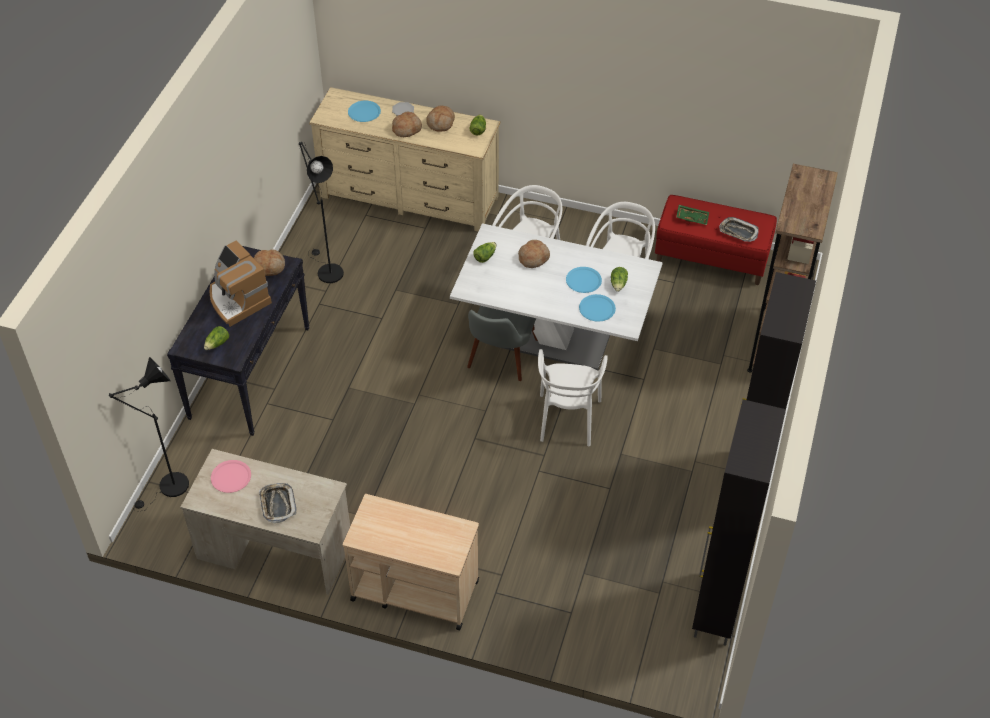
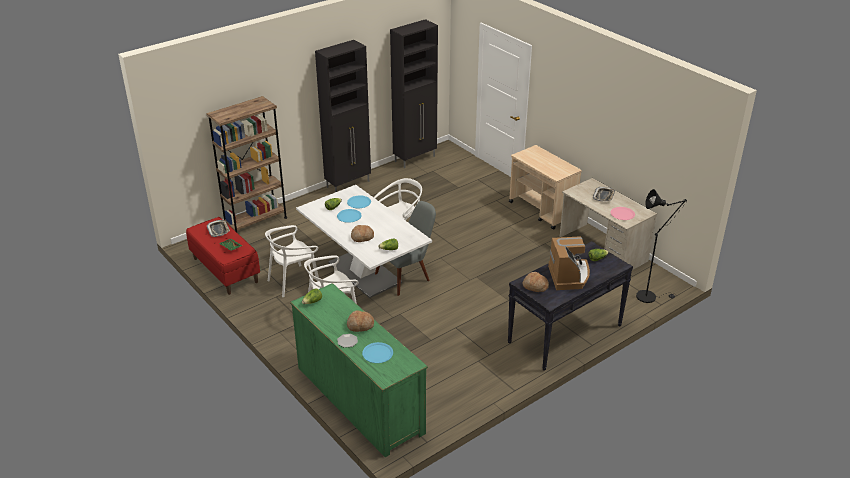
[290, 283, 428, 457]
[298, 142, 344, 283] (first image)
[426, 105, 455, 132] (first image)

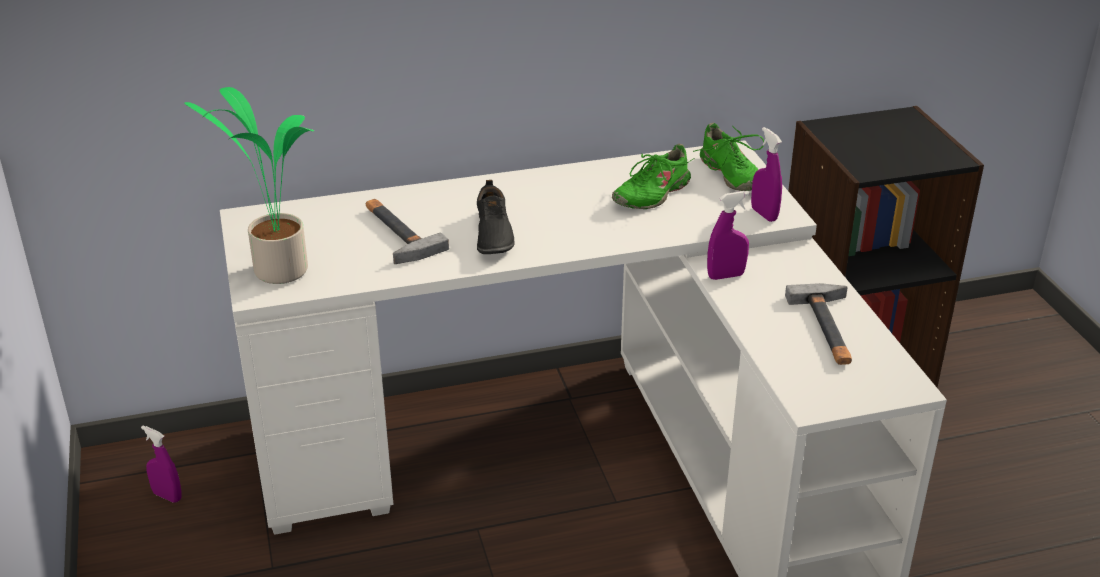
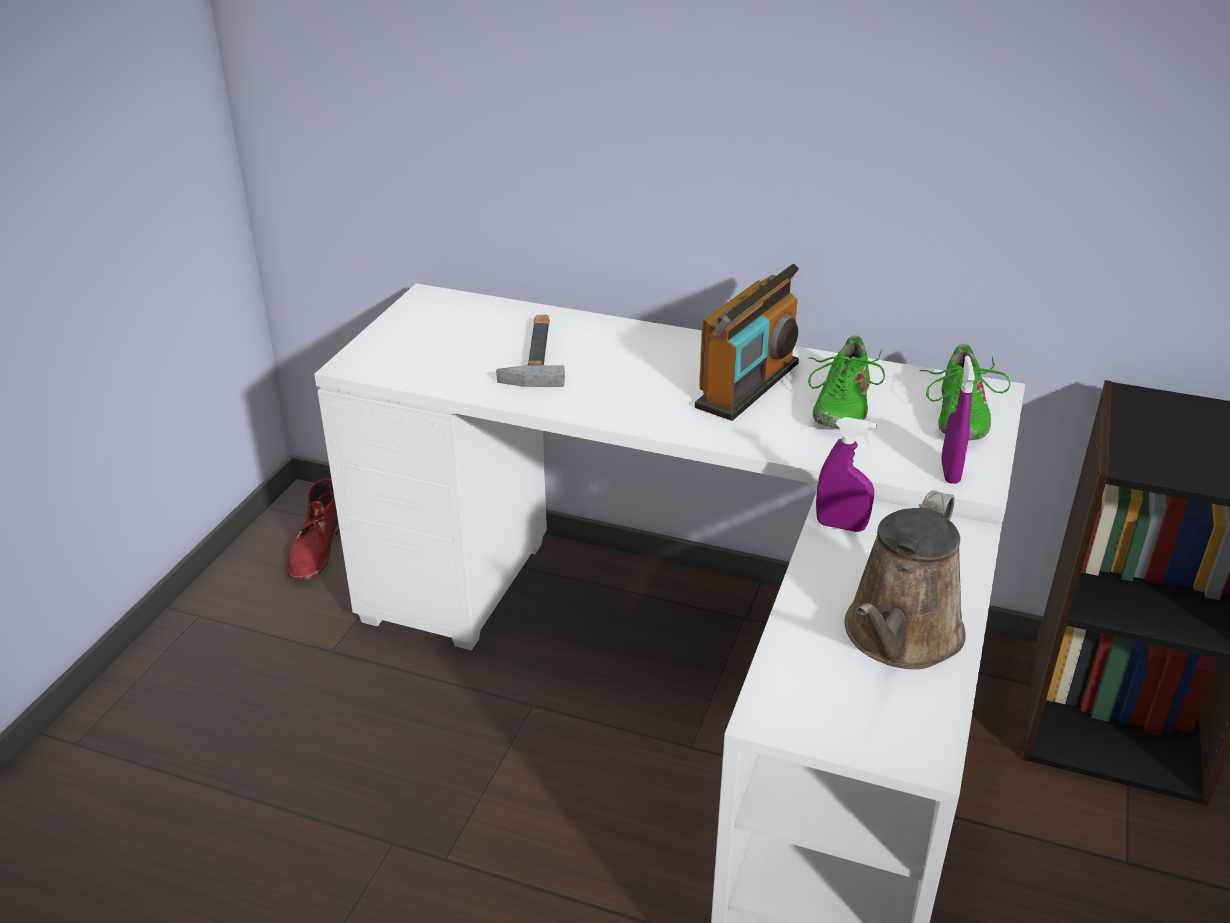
[286, 478, 340, 580]
[695, 263, 799, 421]
[808, 335, 885, 428]
[845, 490, 966, 669]
[184, 87, 314, 284] (first image)
[477, 180, 515, 254] (first image)

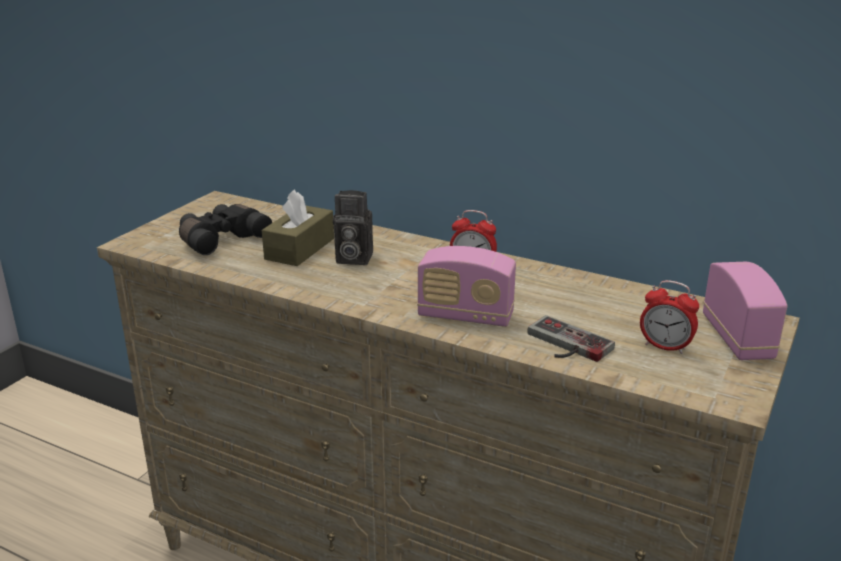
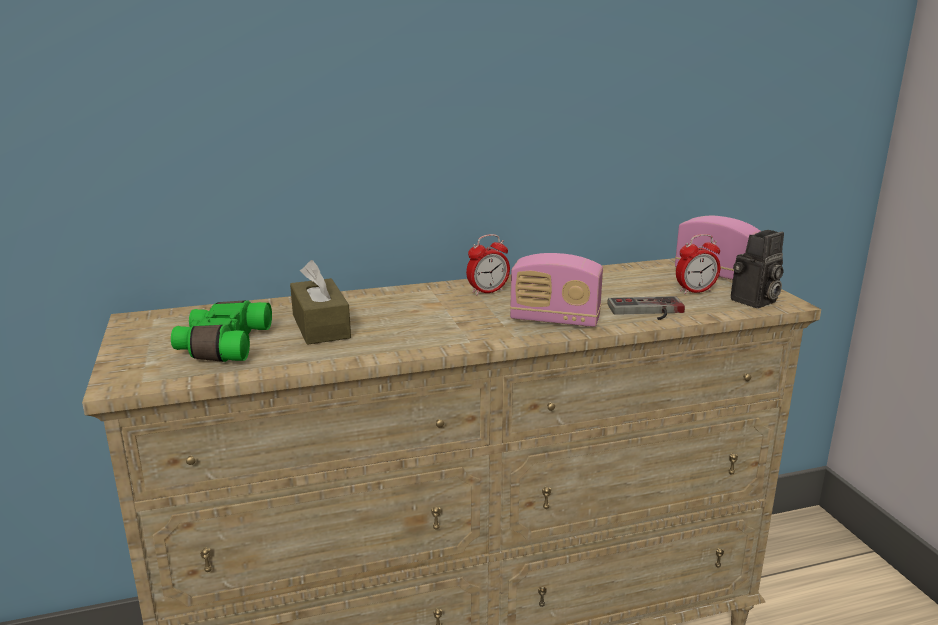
[171, 300, 272, 362]
[510, 253, 603, 327]
[731, 230, 784, 308]

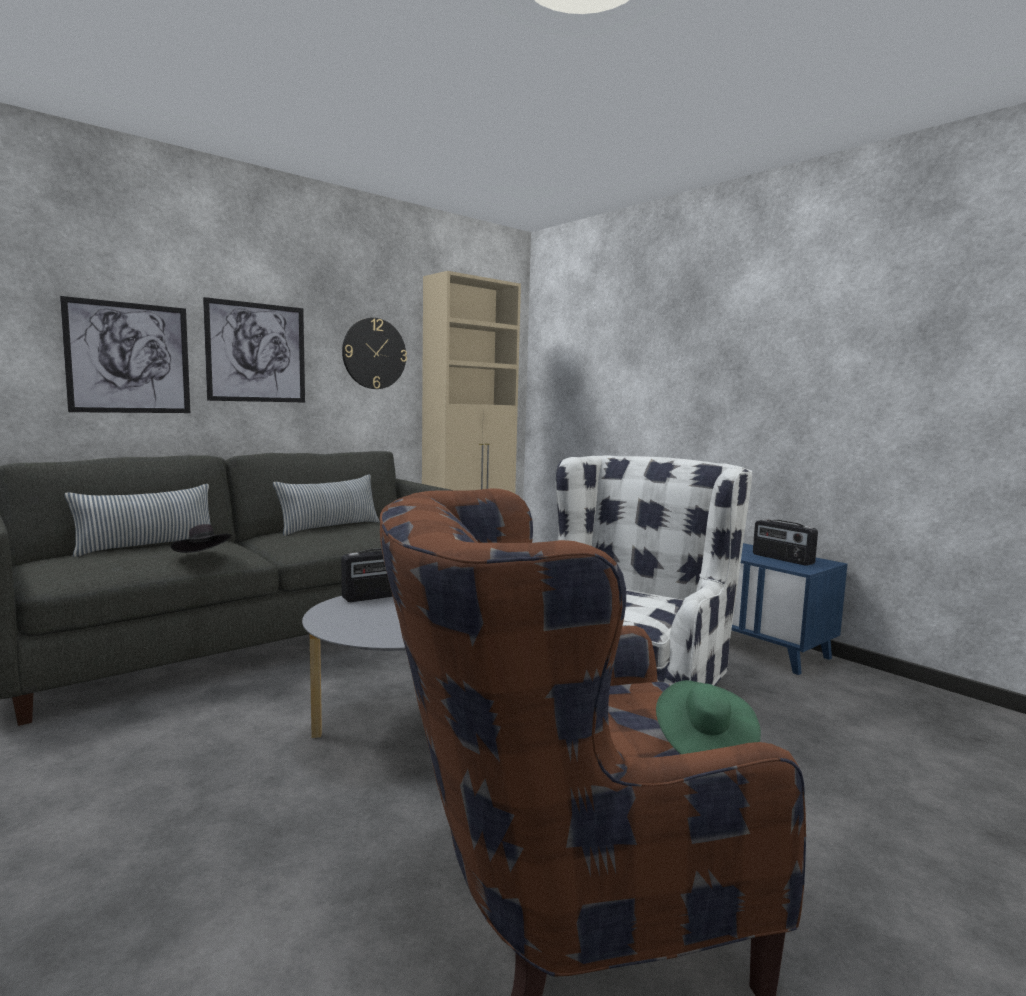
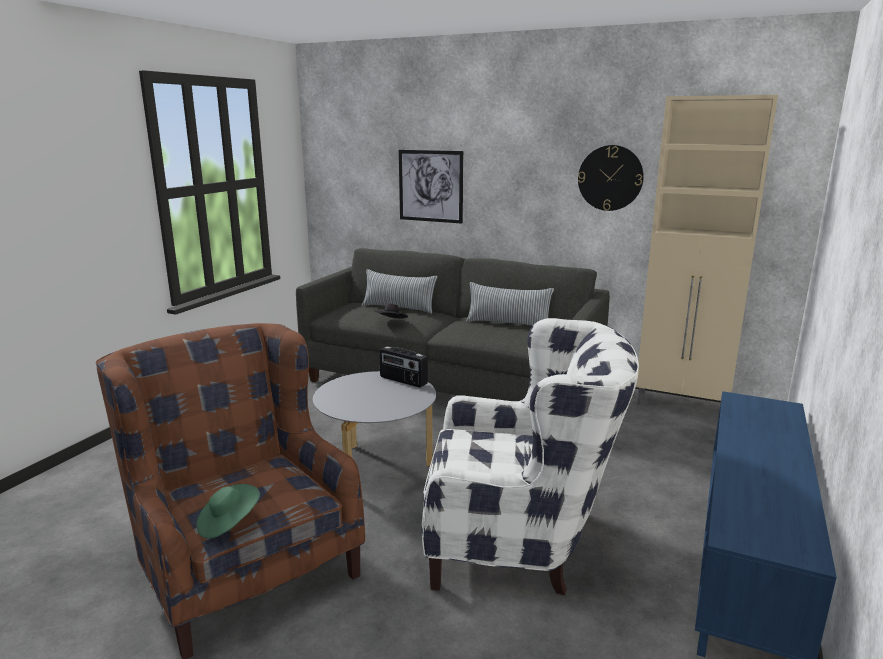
[203, 297, 305, 402] (first image)
[753, 519, 818, 566] (first image)

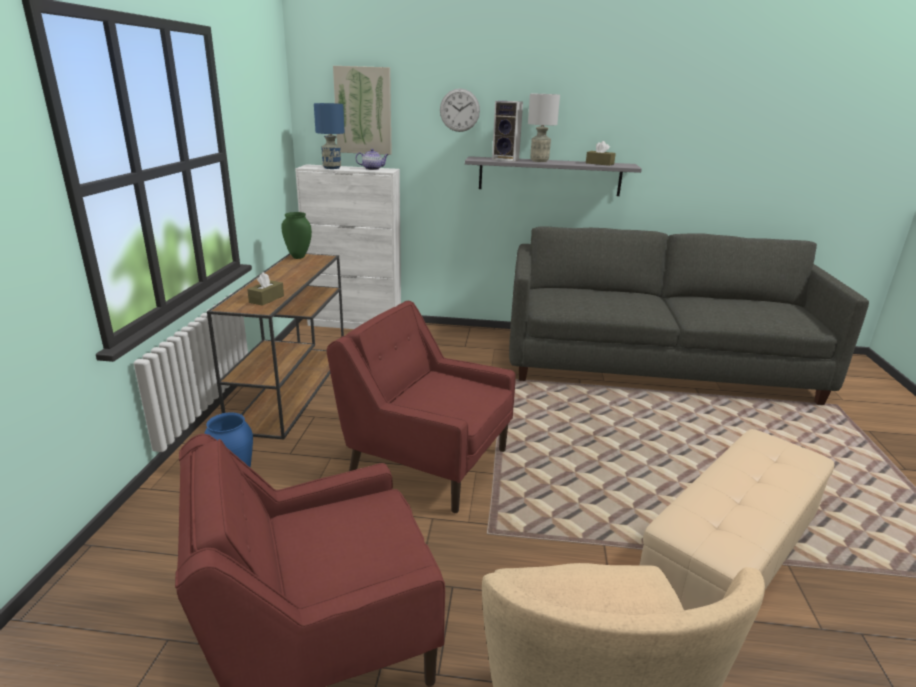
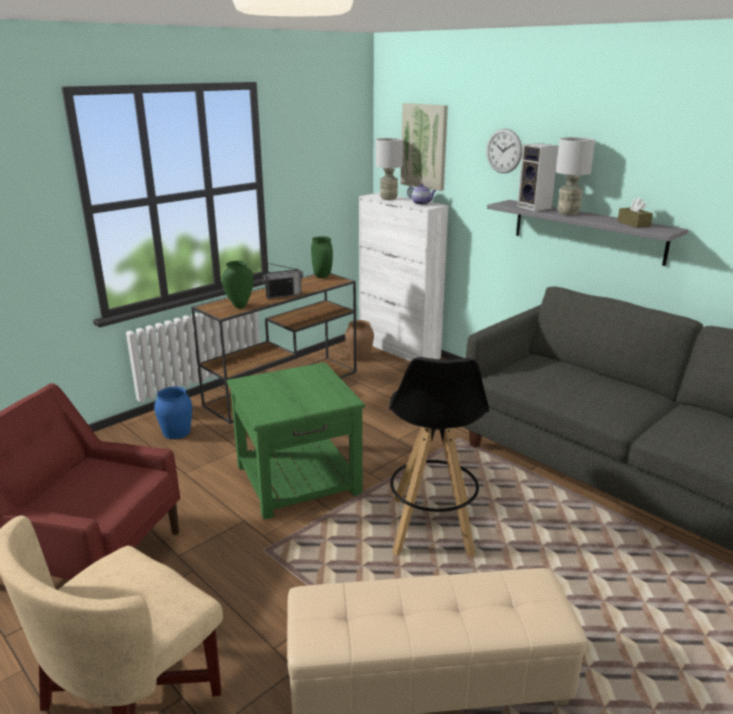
[222, 261, 254, 308]
[227, 362, 365, 520]
[262, 263, 303, 299]
[345, 320, 374, 361]
[376, 138, 403, 200]
[389, 357, 489, 558]

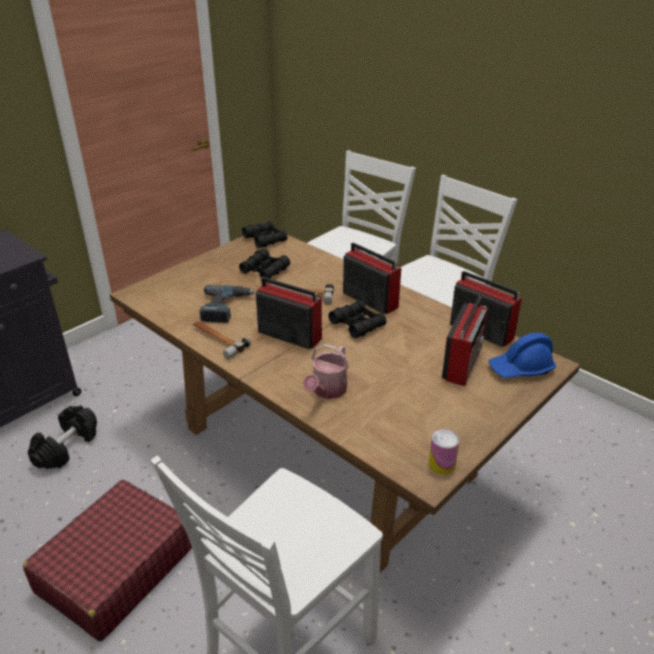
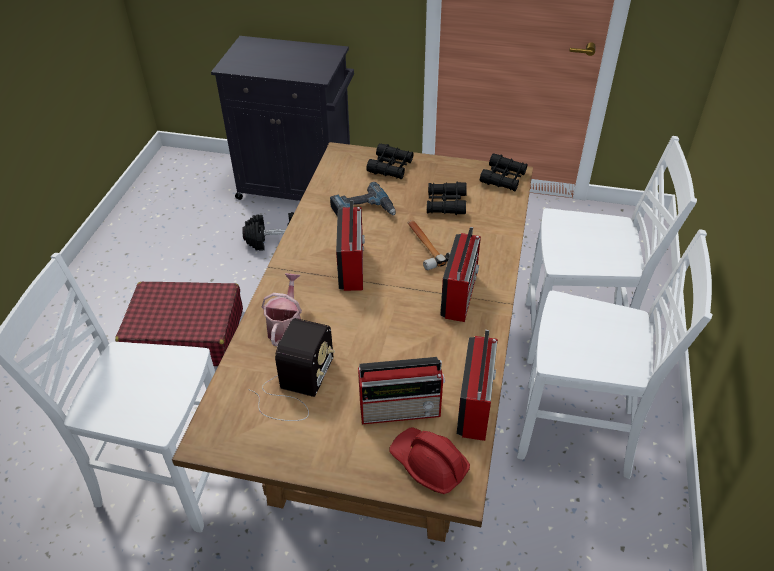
[250, 318, 335, 421]
[261, 273, 302, 346]
[366, 144, 413, 179]
[390, 427, 470, 494]
[192, 321, 251, 359] (first image)
[429, 429, 459, 474] (first image)

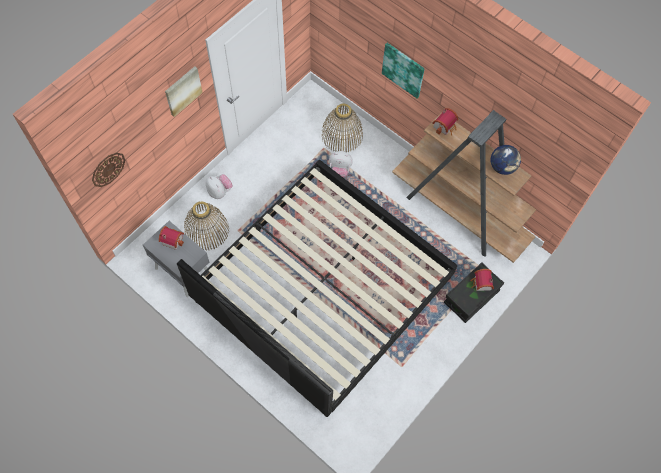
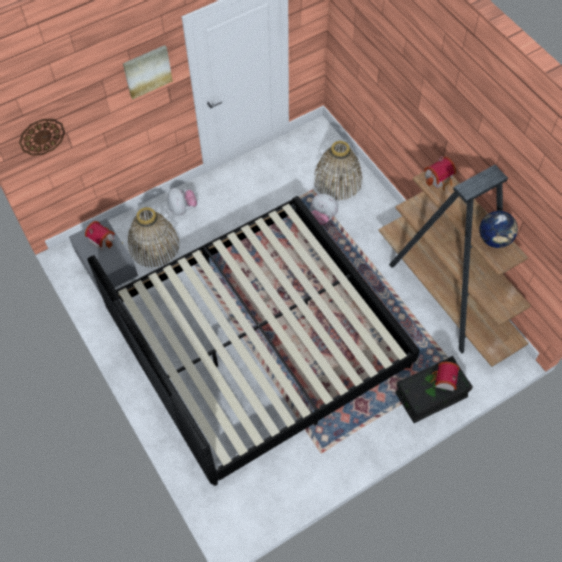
[382, 43, 425, 99] (first image)

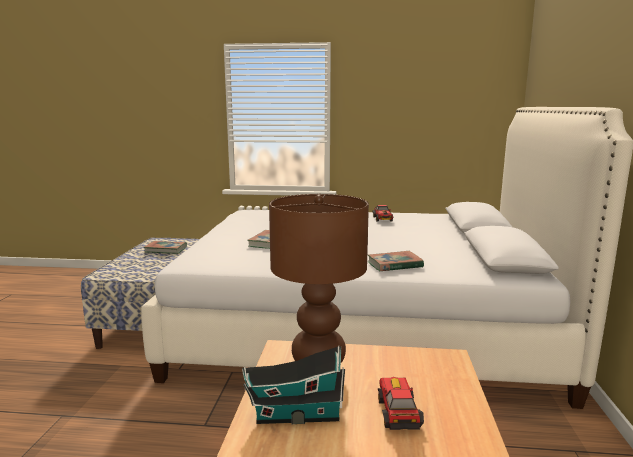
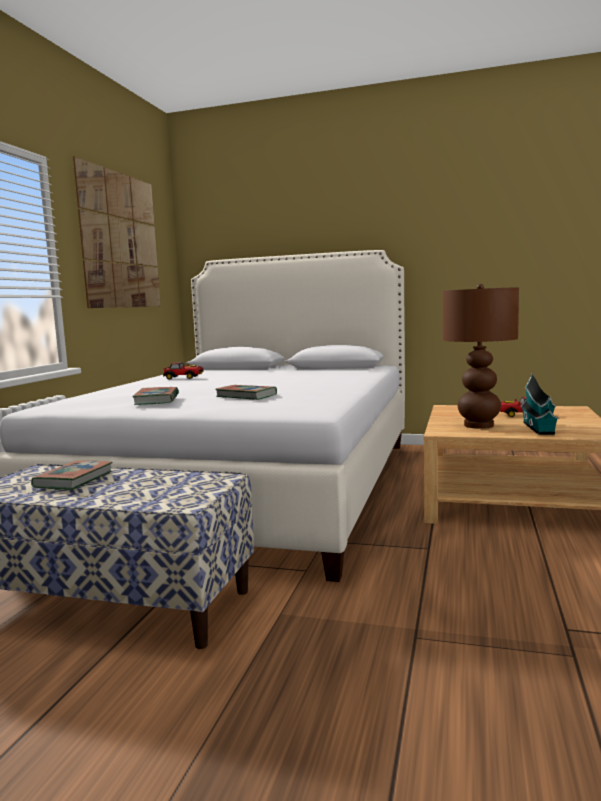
[73, 156, 161, 308]
[132, 387, 179, 405]

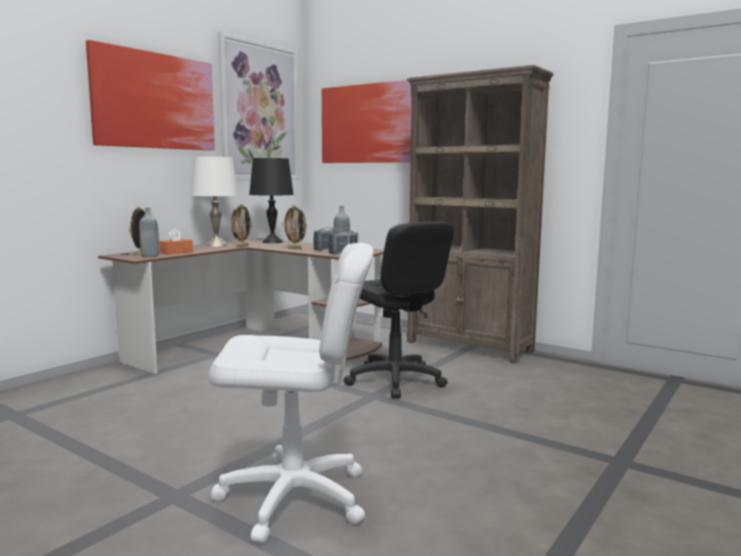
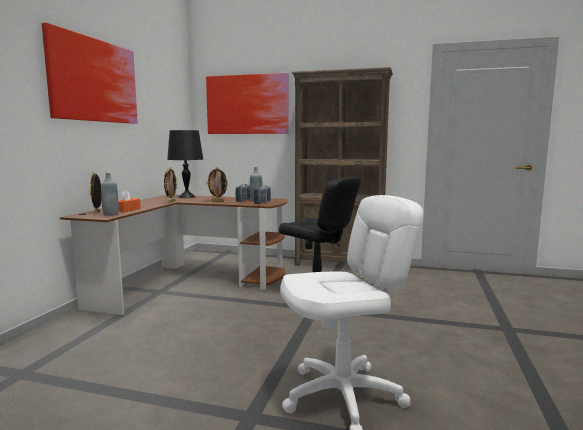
[191, 157, 239, 247] (first image)
[218, 31, 299, 180] (first image)

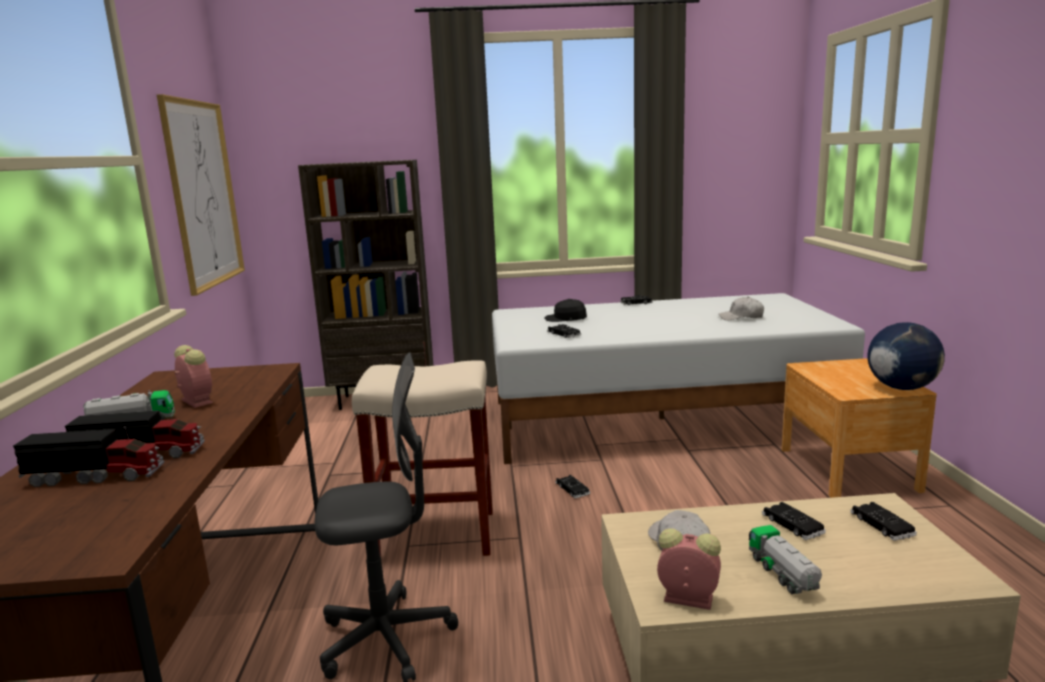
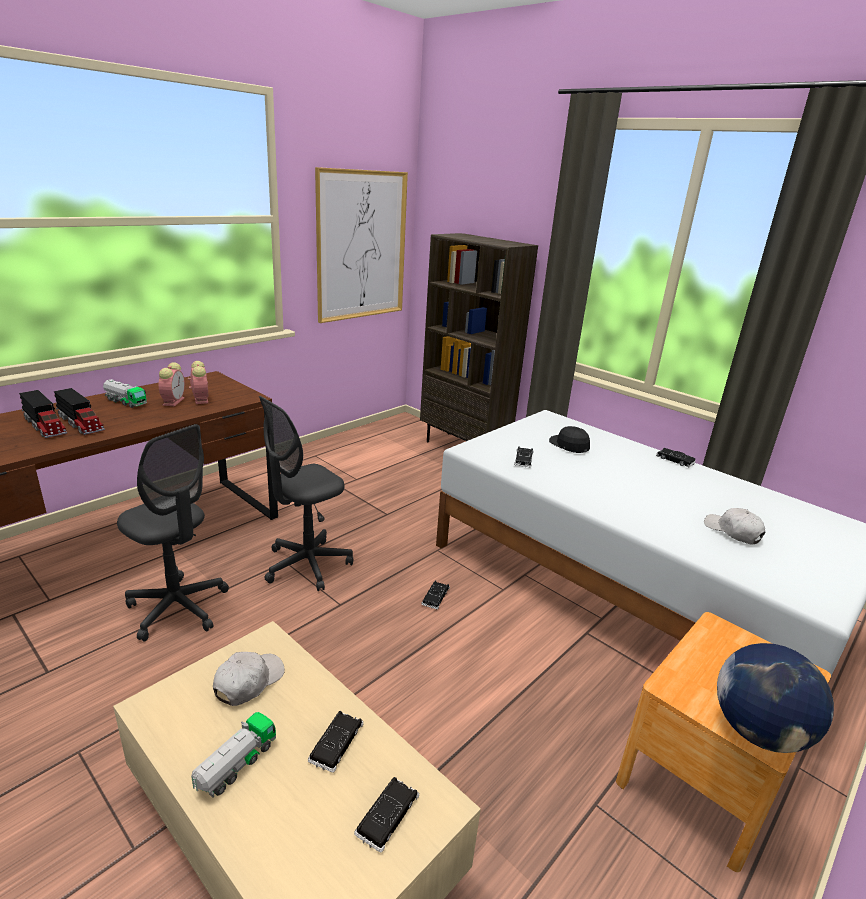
[188, 361, 208, 404]
[259, 396, 353, 591]

